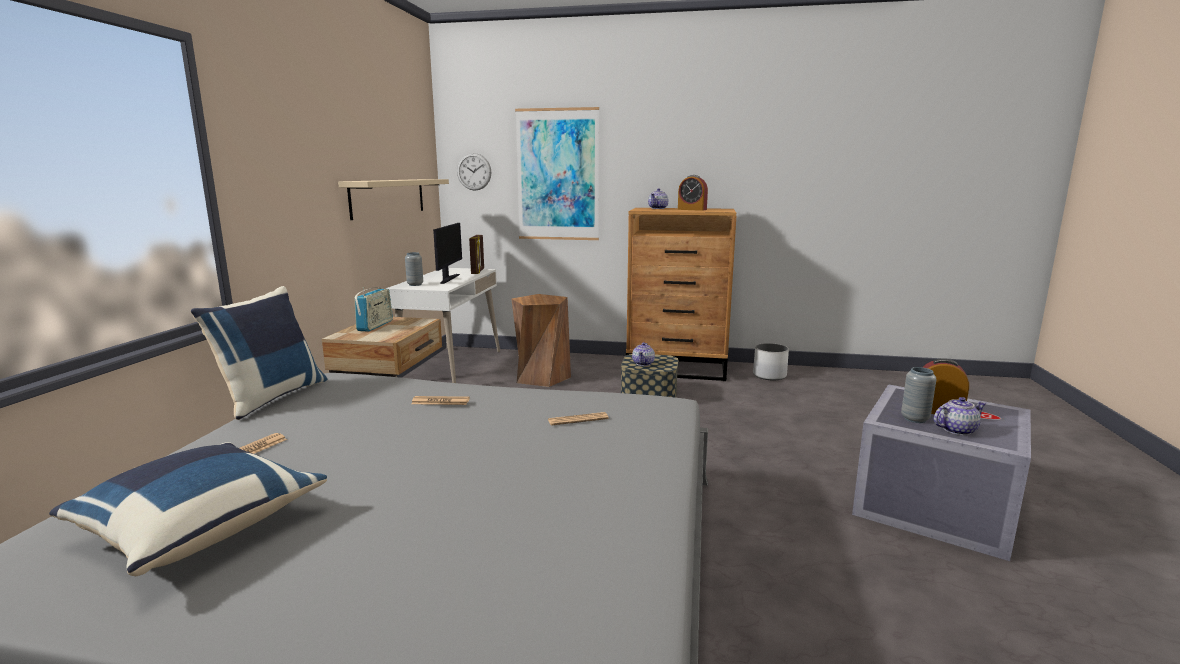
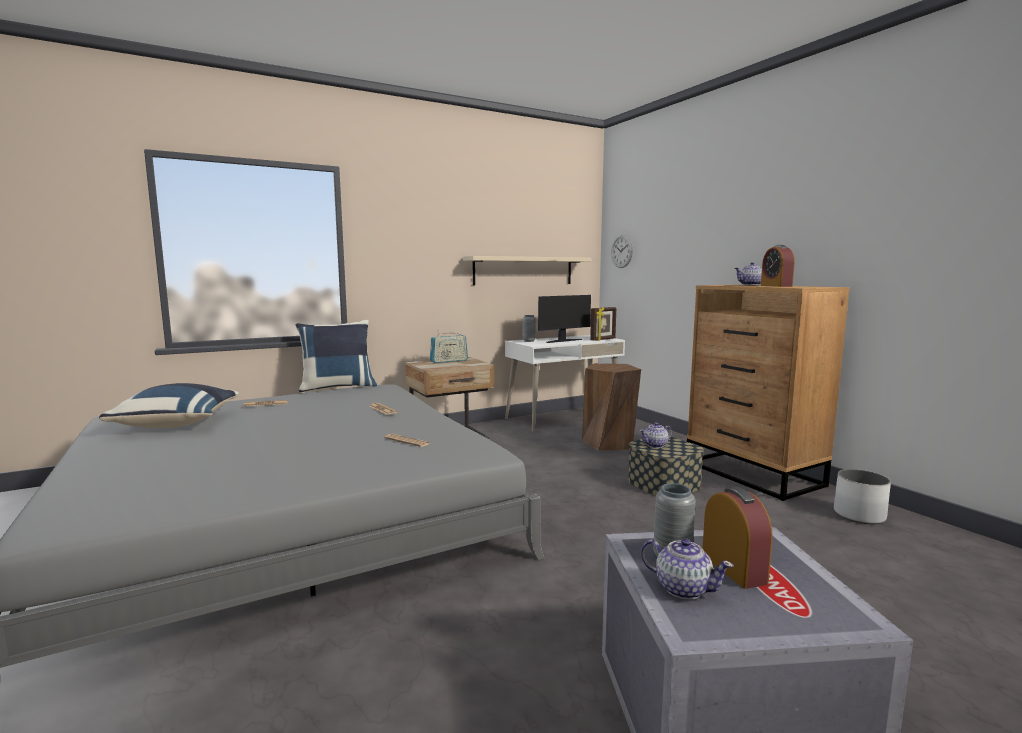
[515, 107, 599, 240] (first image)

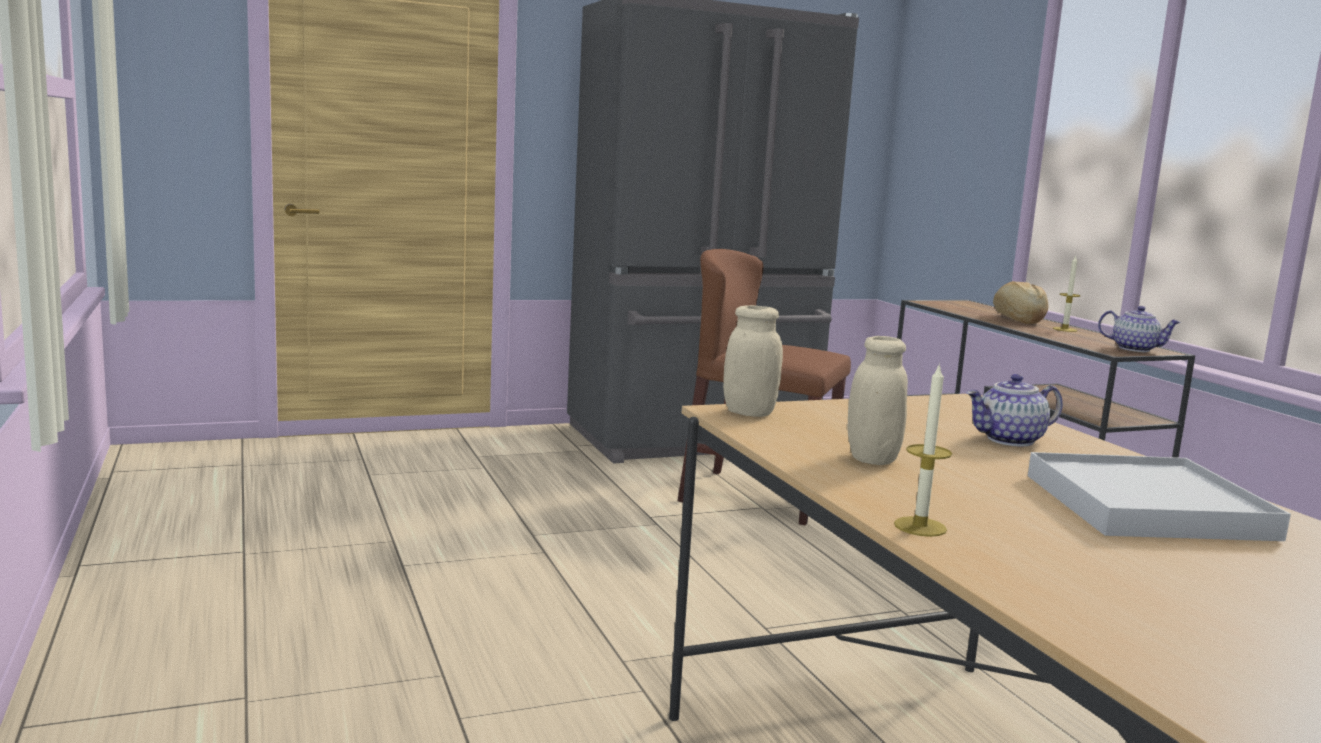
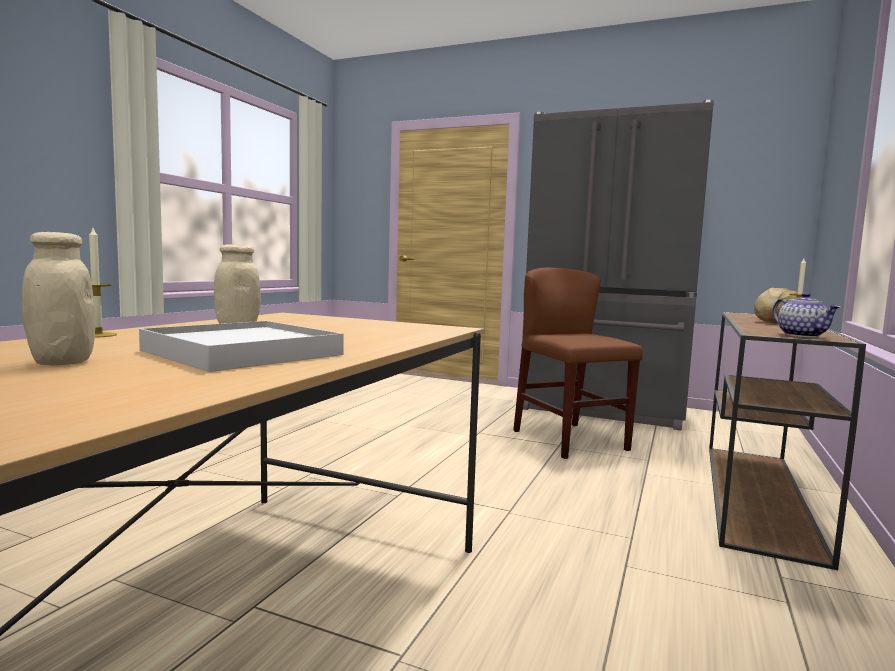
[22, 232, 95, 365]
[966, 374, 1063, 446] (first image)

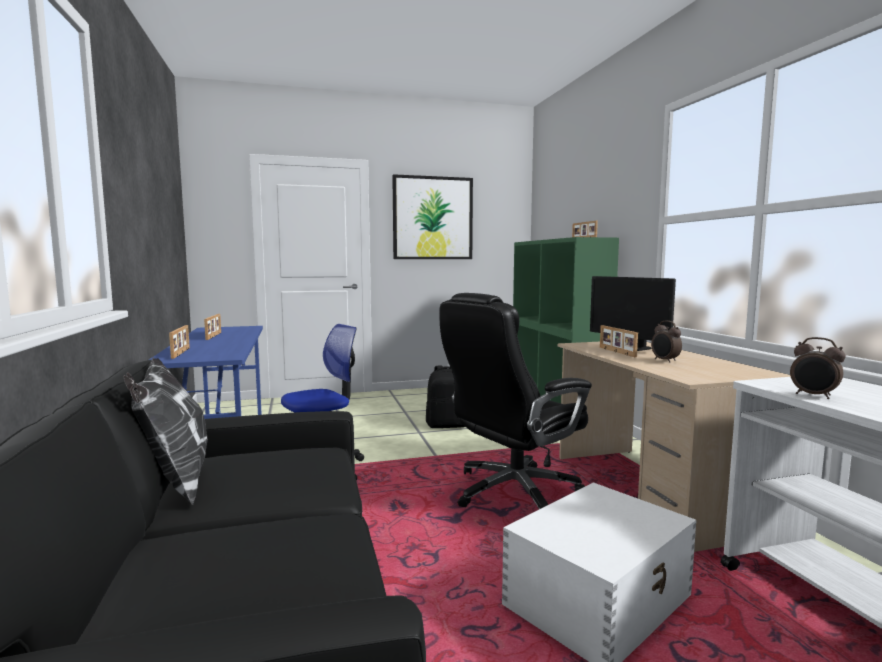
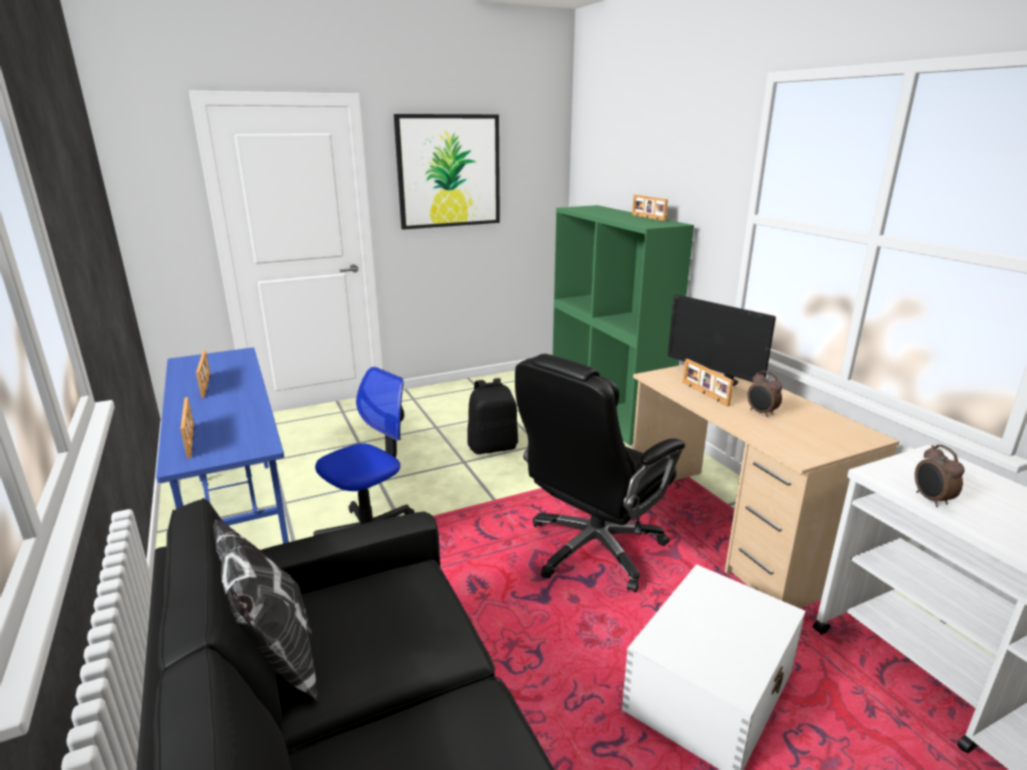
[915, 444, 965, 507]

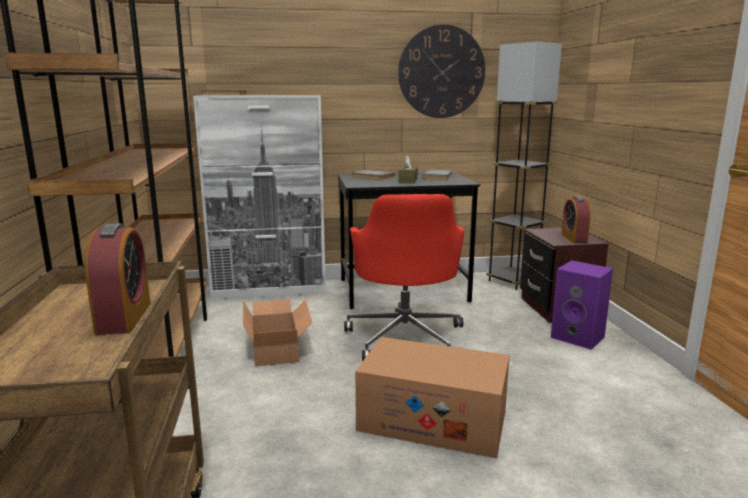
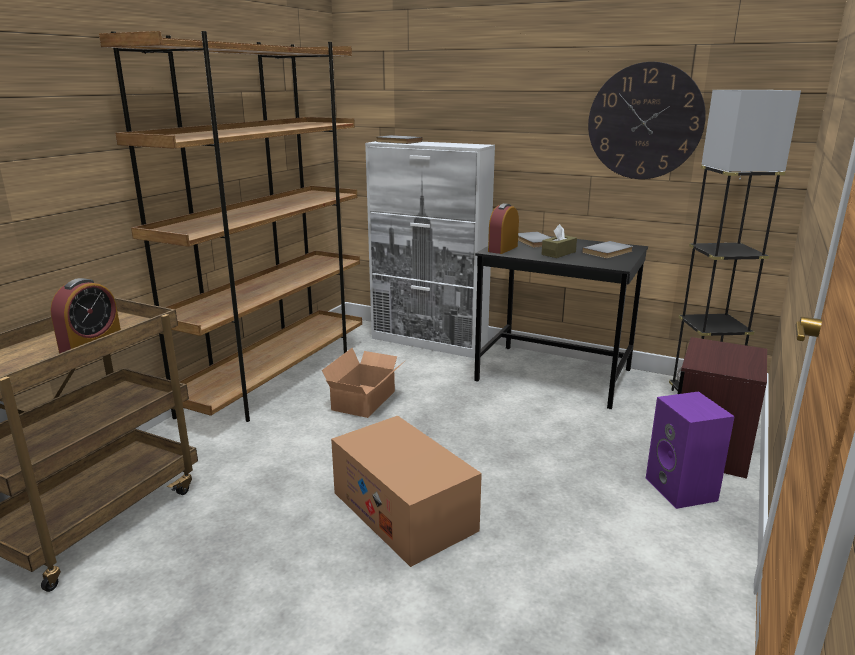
[488, 203, 519, 254]
[344, 194, 464, 362] (first image)

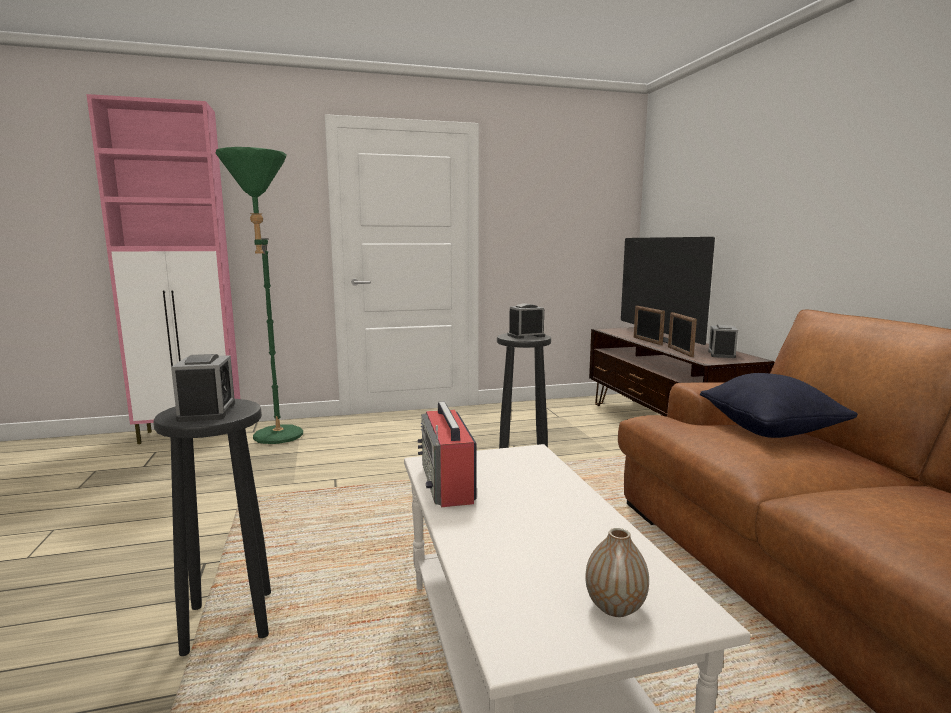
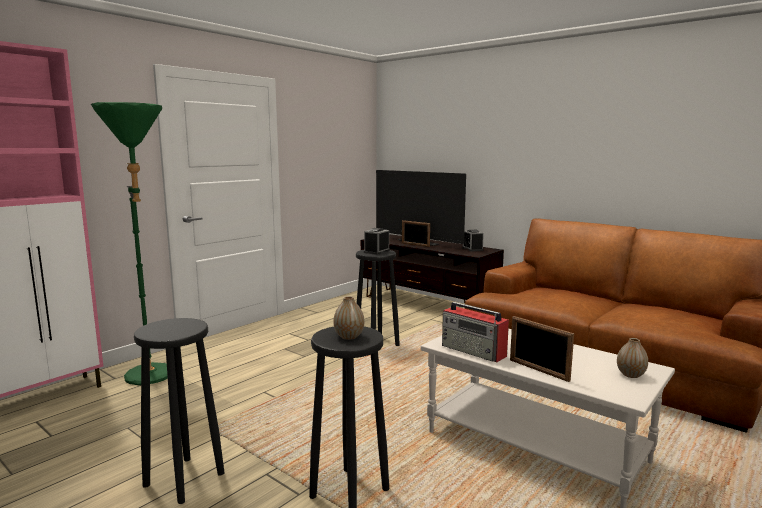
[134, 318, 225, 504]
[333, 296, 364, 340]
[510, 316, 574, 382]
[700, 373, 858, 438] (first image)

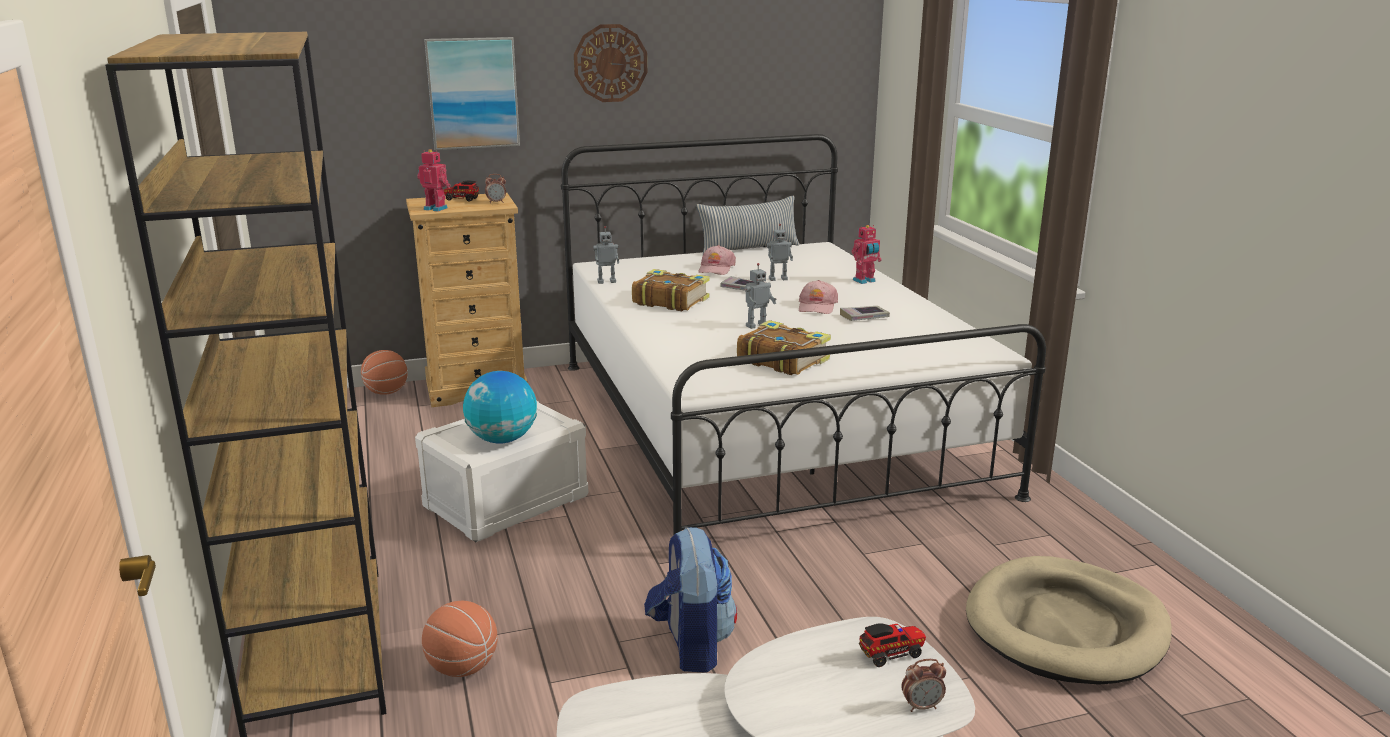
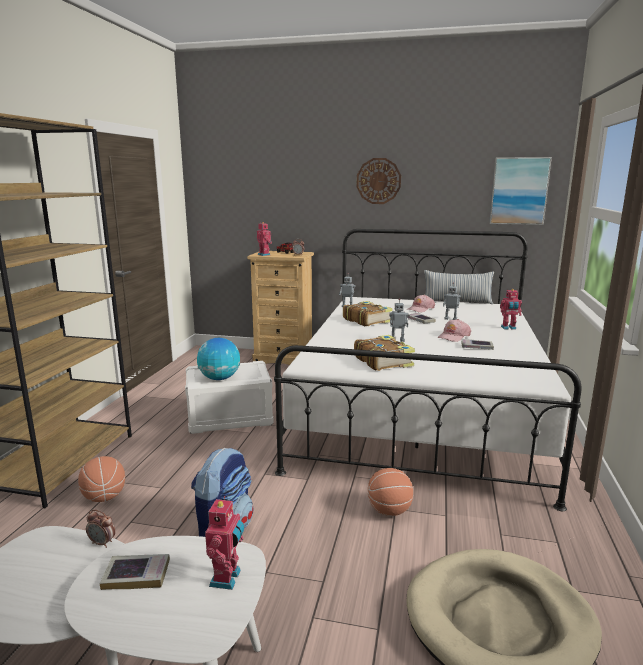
[86, 510, 115, 548]
[100, 554, 170, 590]
[205, 496, 244, 590]
[368, 468, 413, 516]
[489, 157, 552, 225]

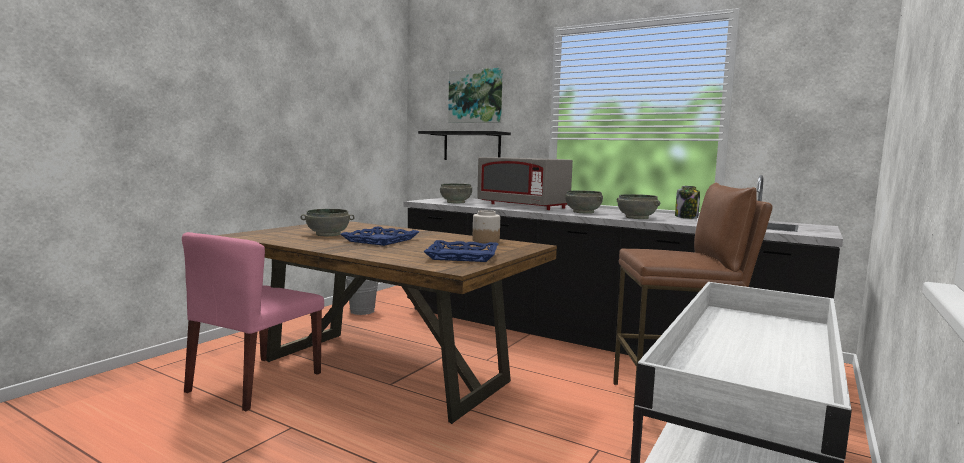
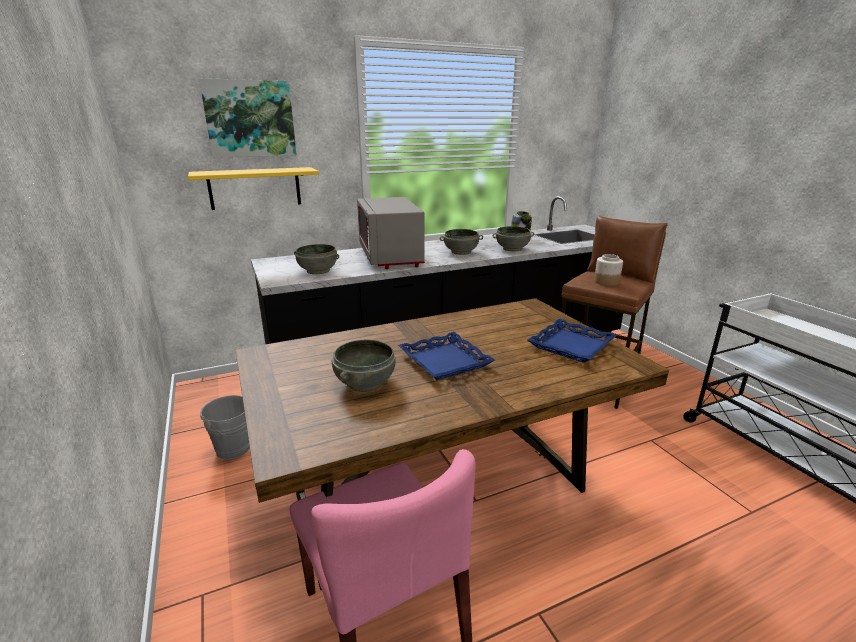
[188, 167, 319, 210]
[357, 197, 425, 269]
[594, 254, 623, 286]

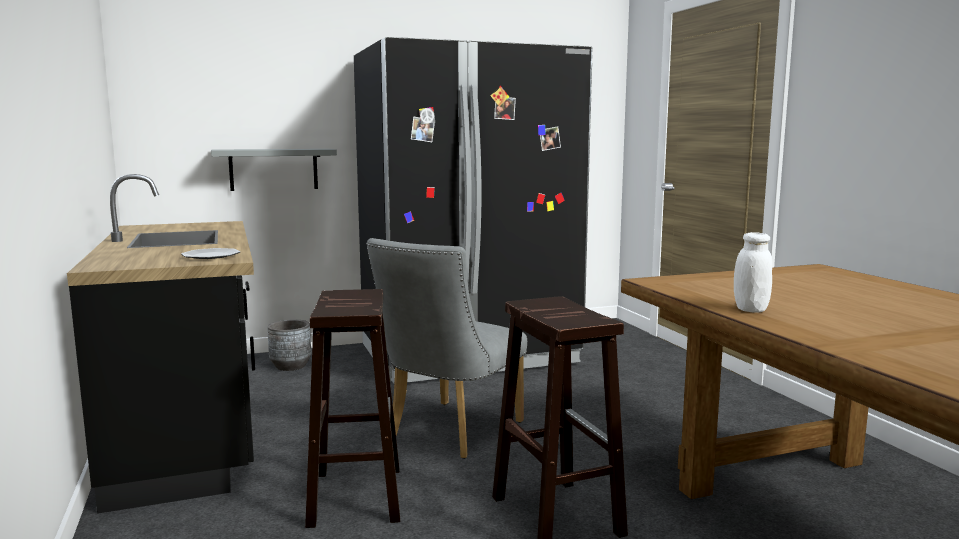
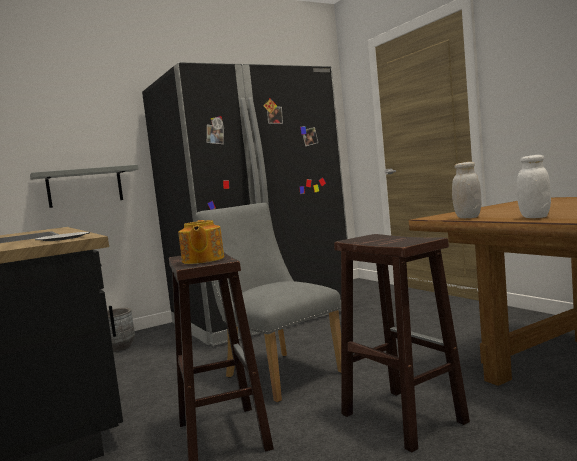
[178, 220, 224, 264]
[195, 203, 341, 403]
[452, 162, 481, 218]

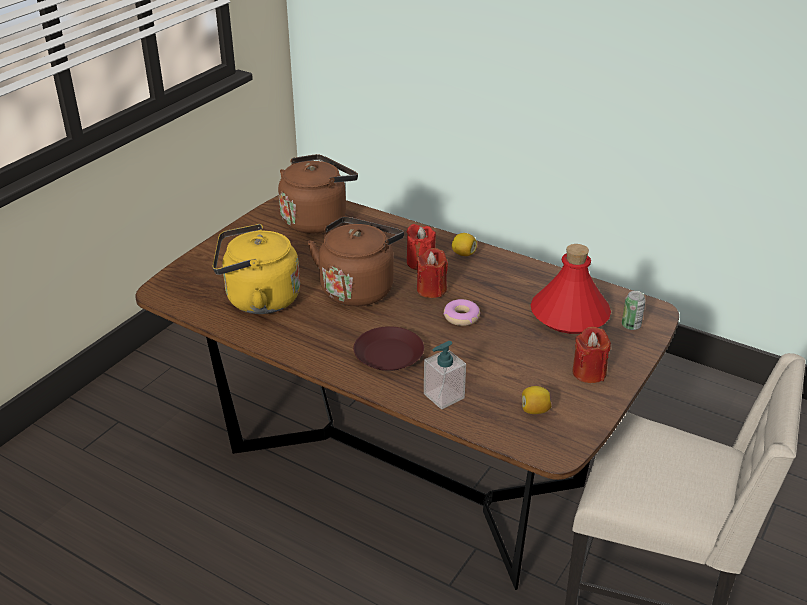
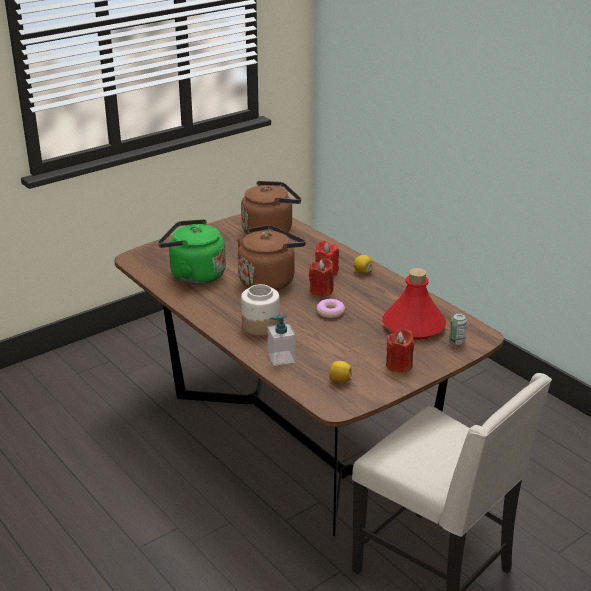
[158, 219, 226, 285]
[241, 284, 280, 336]

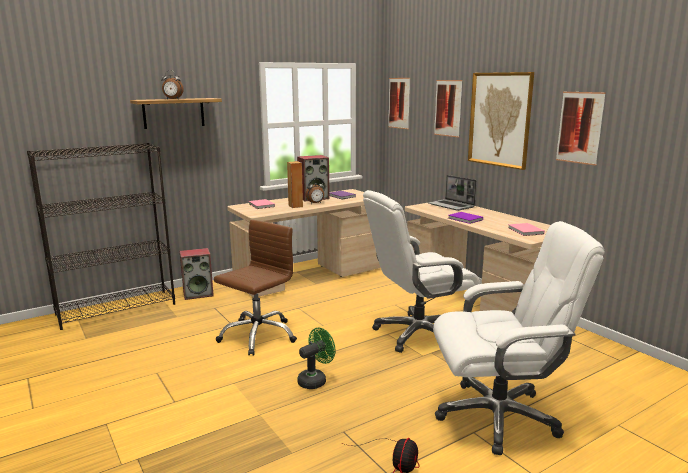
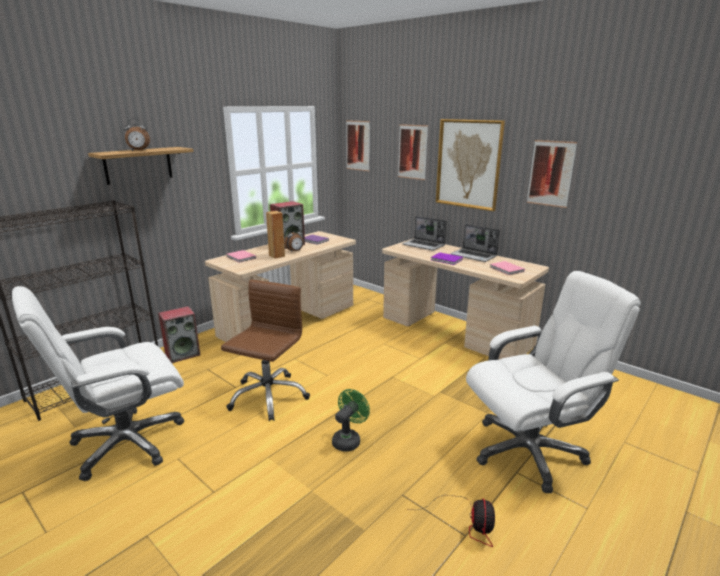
[12, 286, 184, 481]
[450, 224, 500, 262]

